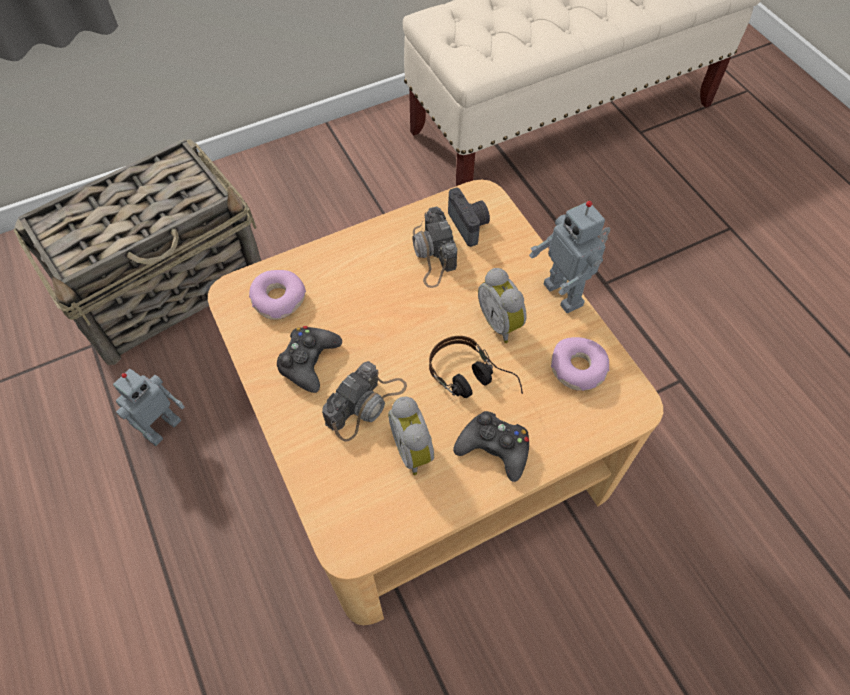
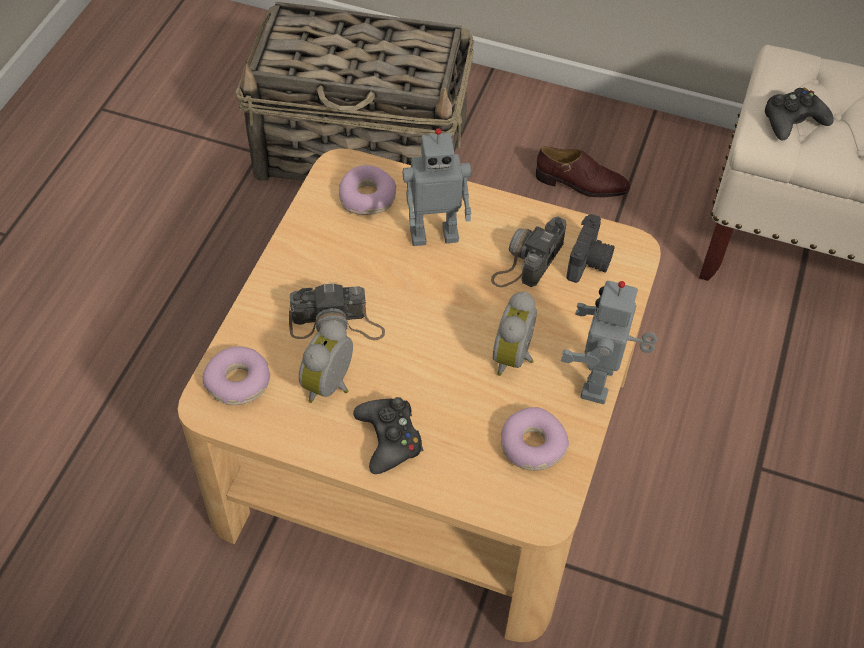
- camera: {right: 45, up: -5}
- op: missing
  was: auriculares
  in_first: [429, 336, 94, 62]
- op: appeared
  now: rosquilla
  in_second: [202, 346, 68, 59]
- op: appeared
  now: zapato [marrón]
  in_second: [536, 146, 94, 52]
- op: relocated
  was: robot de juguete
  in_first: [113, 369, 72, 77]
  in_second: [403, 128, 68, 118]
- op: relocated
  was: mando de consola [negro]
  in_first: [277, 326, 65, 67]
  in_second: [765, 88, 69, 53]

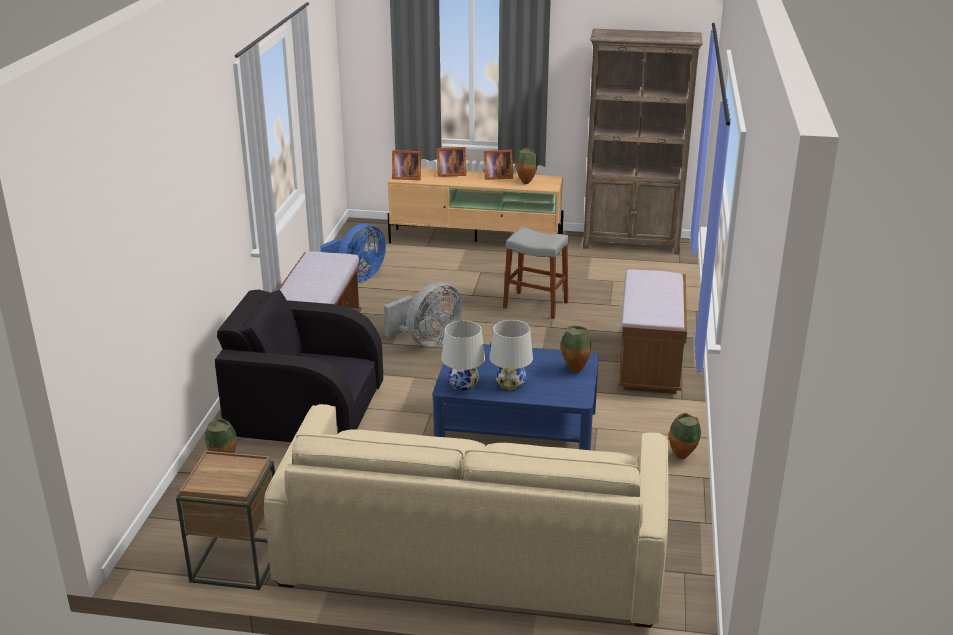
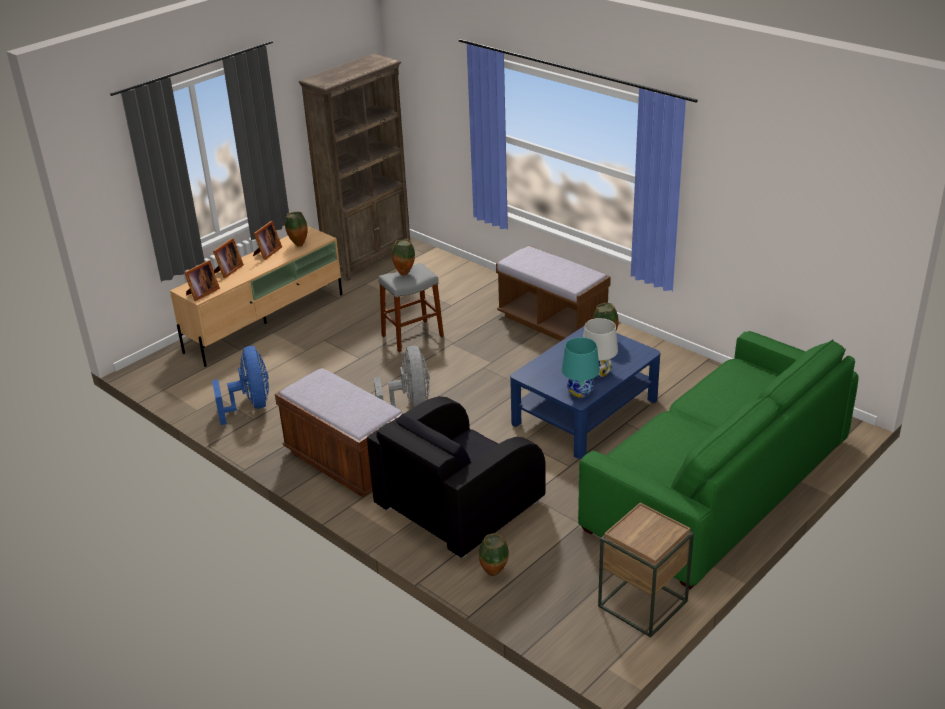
- camera: {right: -55, up: 5}
- op: relocated
  was: florero
  in_first: [669, 413, 32, 46]
  in_second: [392, 239, 23, 36]
- op: colour
  was: sofá [beis]
  now: sofá [verde]
  in_first: [264, 404, 405, 224]
  in_second: [578, 331, 281, 258]
- op: colour
  was: lámpara de mesa [blanco]
  now: lámpara de mesa [turquesa]
  in_first: [442, 321, 43, 70]
  in_second: [562, 337, 38, 61]

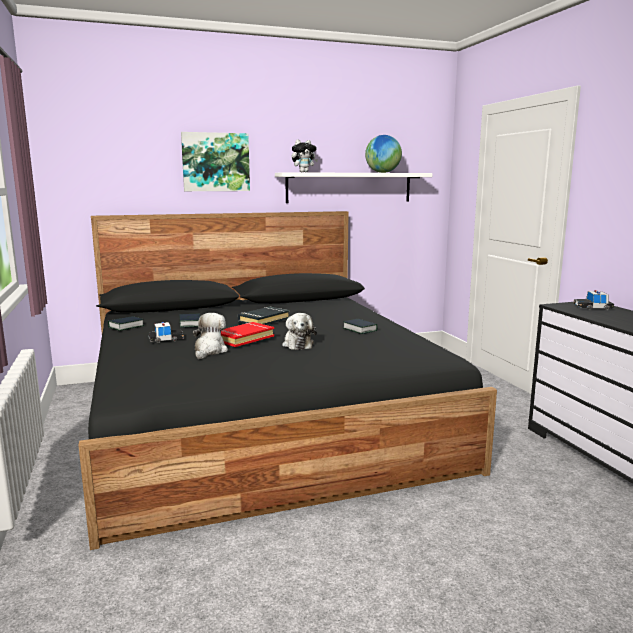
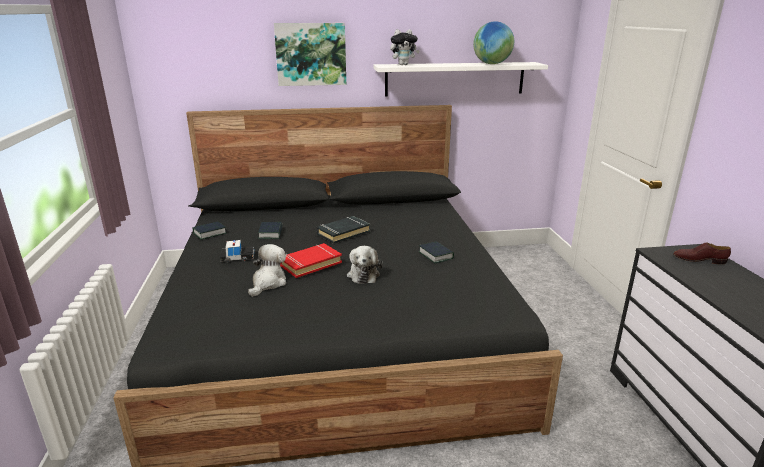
- camera: {right: 10, up: 10}
- op: exchanged
  was: coche de juguete
  now: zapato [marrón]
  in_first: [573, 290, 42, 20]
  in_second: [673, 242, 58, 22]

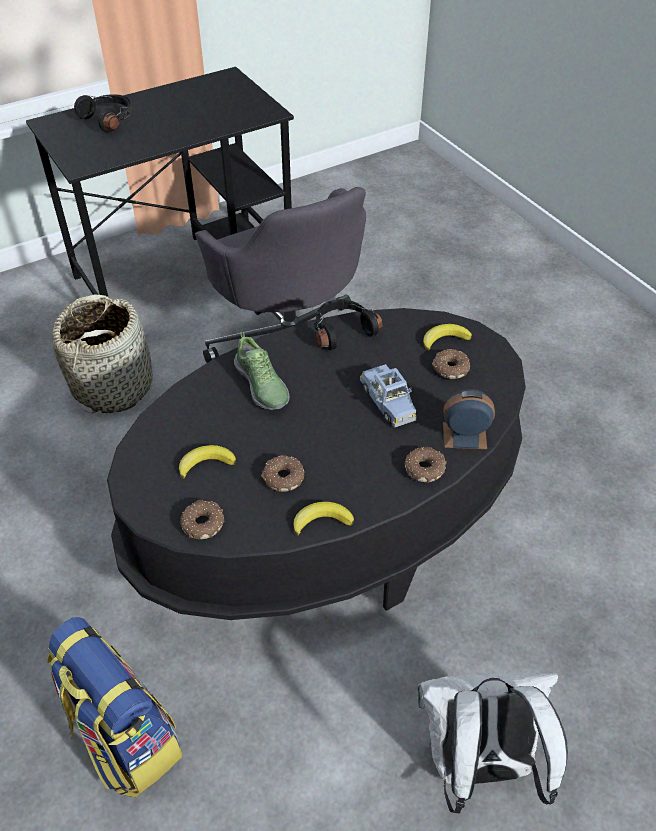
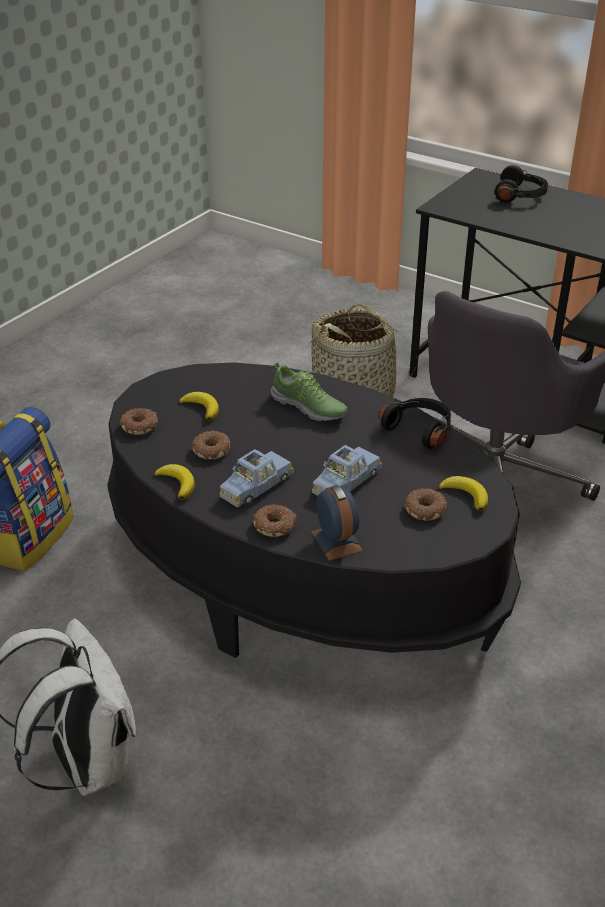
- camera: {right: 65, up: -10}
- op: appeared
  now: coche de juguete [azul]
  in_second: [219, 449, 75, 59]
- op: spun
  was: zapato
  in_first: [234, 332, 56, 78]
  in_second: [271, 363, 76, 58]
  clockwise: -90

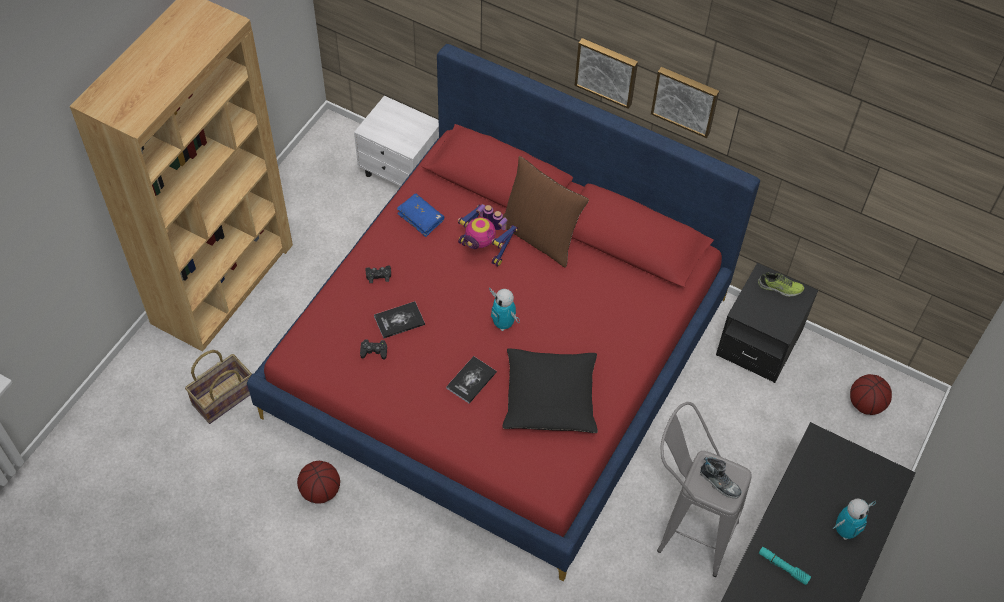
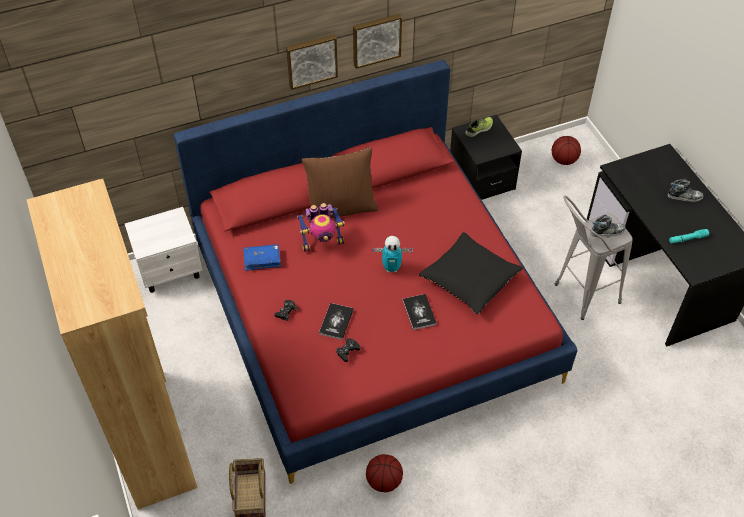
- camera: {right: -50, up: -5}
- op: exchanged
  was: robot de juguete
  now: zapato
  in_first: [833, 499, 43, 41]
  in_second: [668, 178, 35, 24]

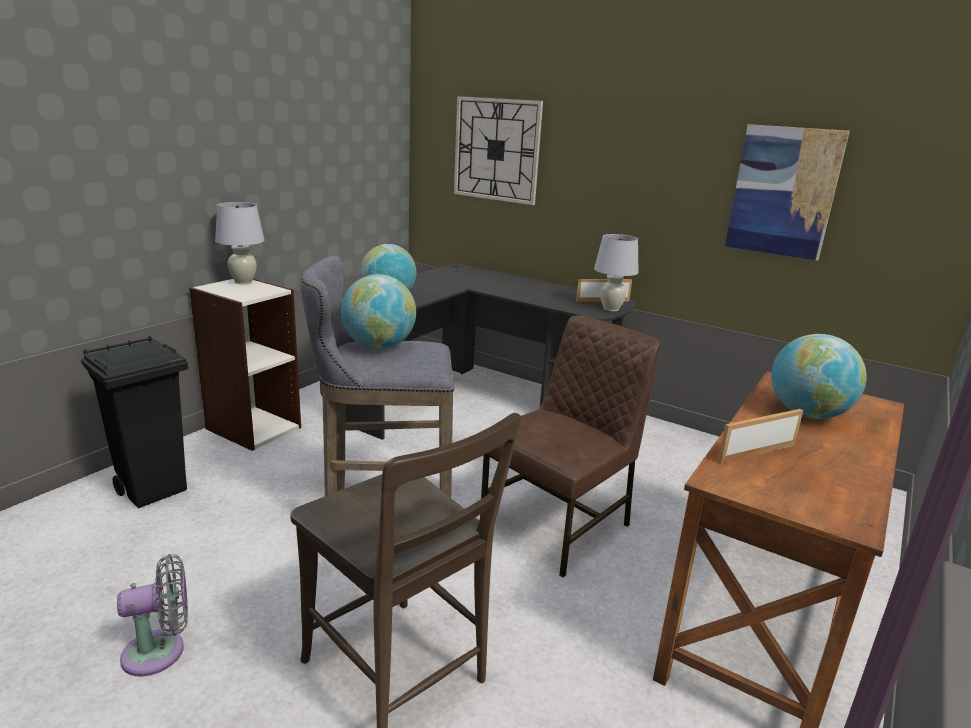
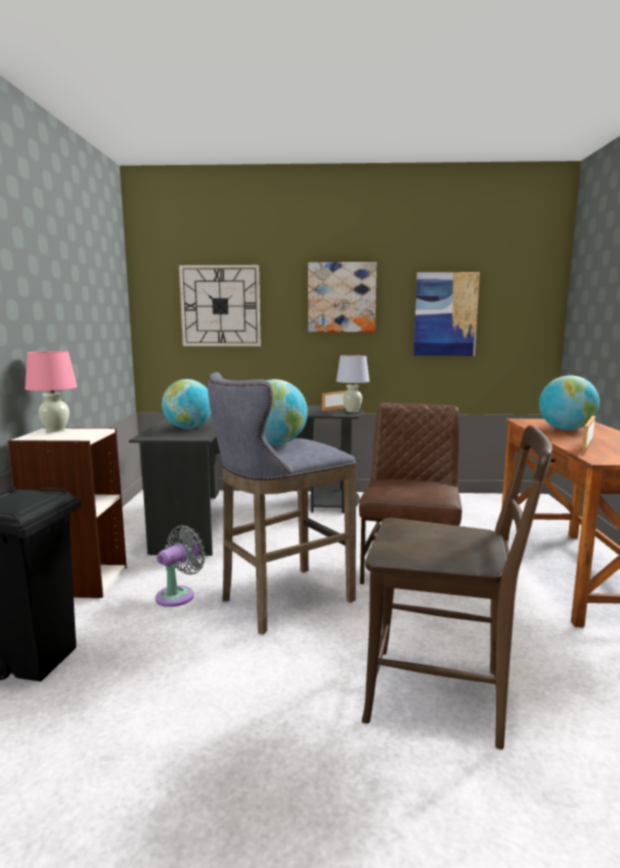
- camera: {right: -30, up: -10}
- op: appeared
  now: cuadro
  in_second: [308, 262, 69, 70]
- op: relocated
  was: ventilador [gris]
  in_first: [117, 554, 71, 122]
  in_second: [155, 525, 51, 82]
- op: colour
  was: lámpara de mesa [blanco]
  now: lámpara de mesa [rosa]
  in_first: [215, 202, 50, 82]
  in_second: [25, 351, 52, 81]

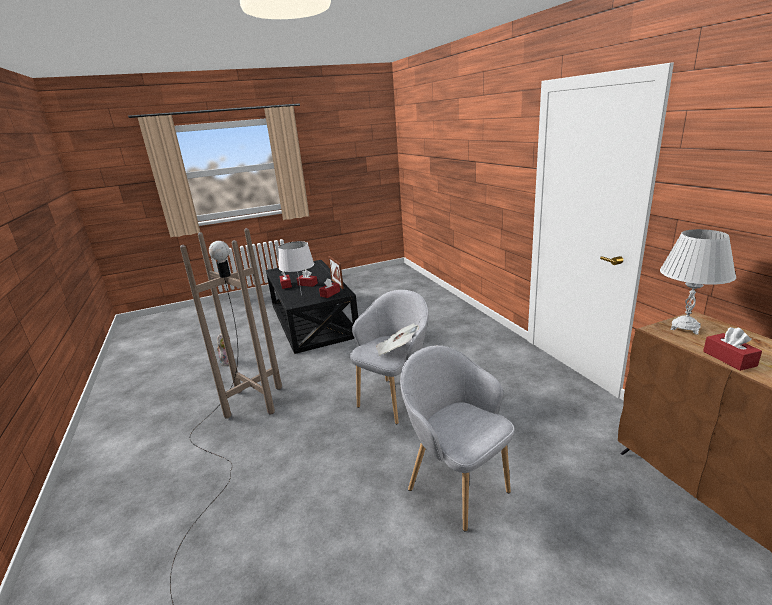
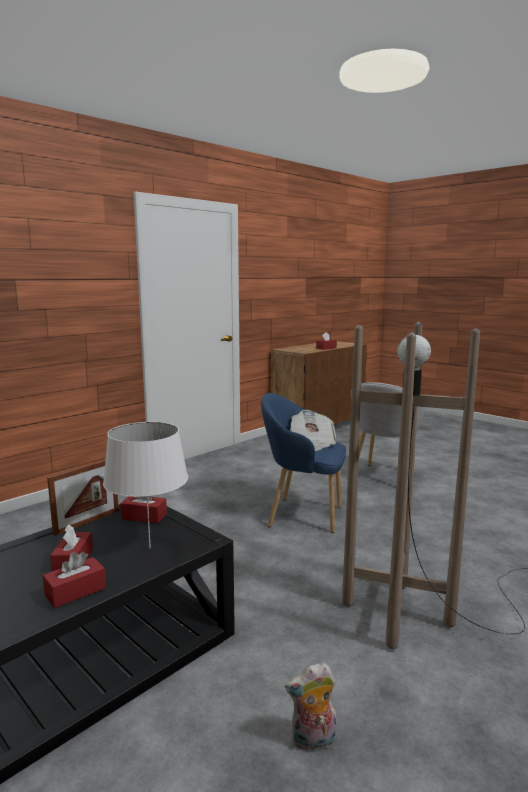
- camera: {right: -115, up: -10}
- op: missing
  was: lámpara de mesa [blanco]
  in_first: [660, 229, 76, 106]
- op: colour
  was: sillón [gris]
  now: sillón [azul]
  in_first: [350, 290, 79, 134]
  in_second: [261, 393, 85, 140]

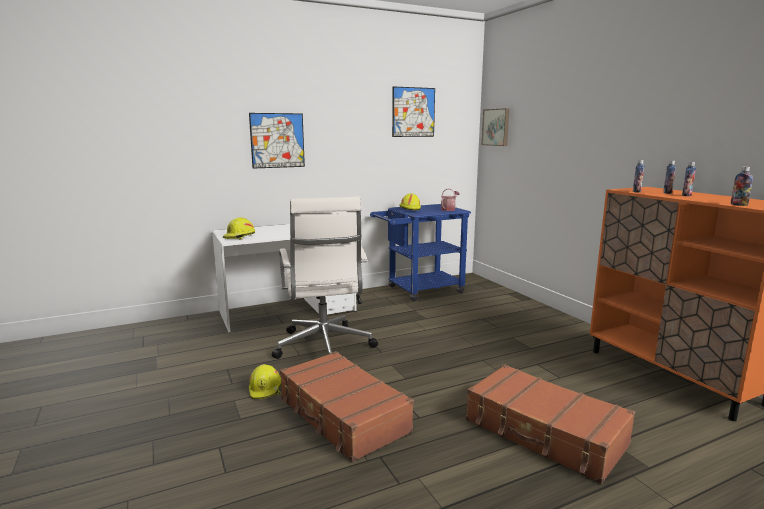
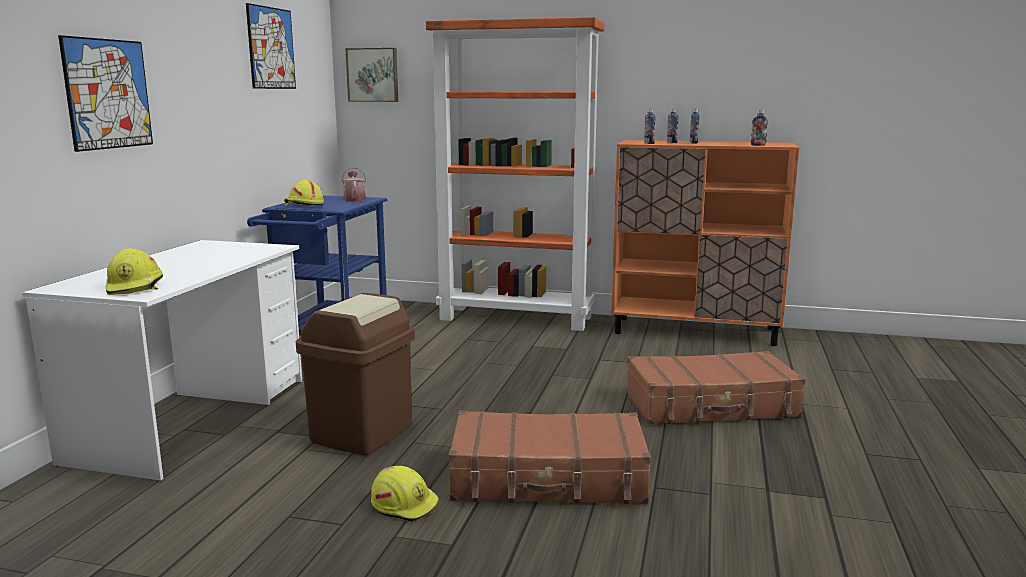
- camera: {right: -50, up: 0}
- op: appeared
  now: estantería [naranja]
  in_second: [426, 17, 178, 314]
- op: exchanged
  was: silla de oficina [blanco]
  now: papelera [marrón]
  in_first: [272, 196, 106, 163]
  in_second: [296, 293, 119, 162]

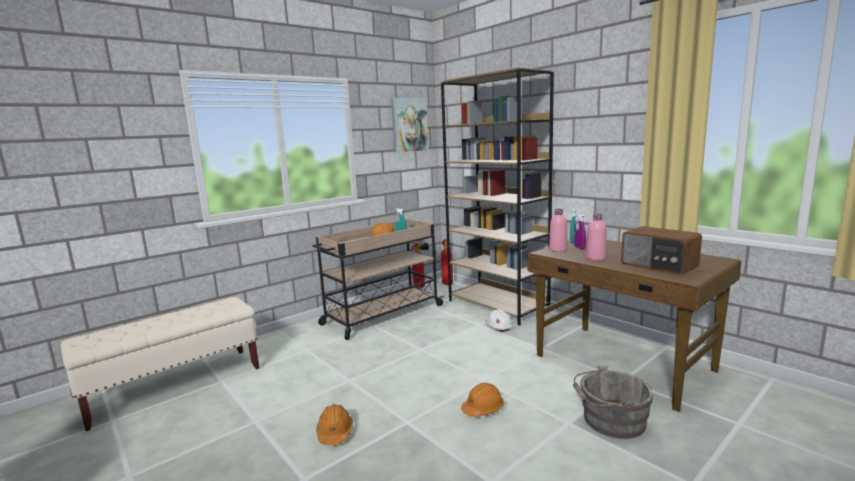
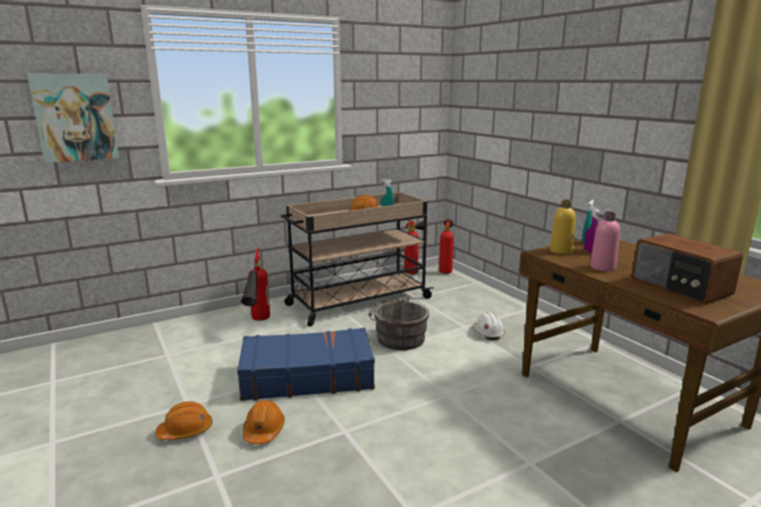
- camera: {right: 10, up: 5}
- op: missing
  was: banco [beis]
  in_first: [61, 297, 198, 134]
- op: missing
  was: estantería [marrón]
  in_first: [441, 67, 113, 259]
- op: appeared
  now: maleta [azul]
  in_second: [237, 328, 138, 73]
- op: appeared
  now: extintor
  in_second: [241, 248, 29, 73]
- op: relocated
  was: cuadro
  in_first: [391, 98, 38, 54]
  in_second: [27, 74, 92, 89]
- op: relocated
  was: casco [naranja]
  in_first: [461, 383, 43, 34]
  in_second: [155, 401, 57, 39]
- op: relocated
  was: cubo [gris]
  in_first: [573, 365, 81, 74]
  in_second: [368, 297, 61, 53]
- op: colour
  was: botella [rosa]
  now: botella [amarillo]
  in_first: [549, 209, 18, 43]
  in_second: [550, 200, 26, 54]

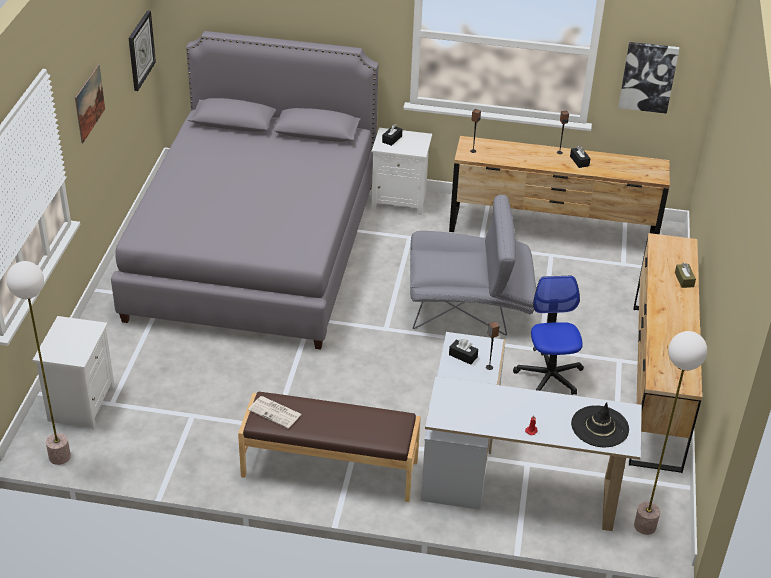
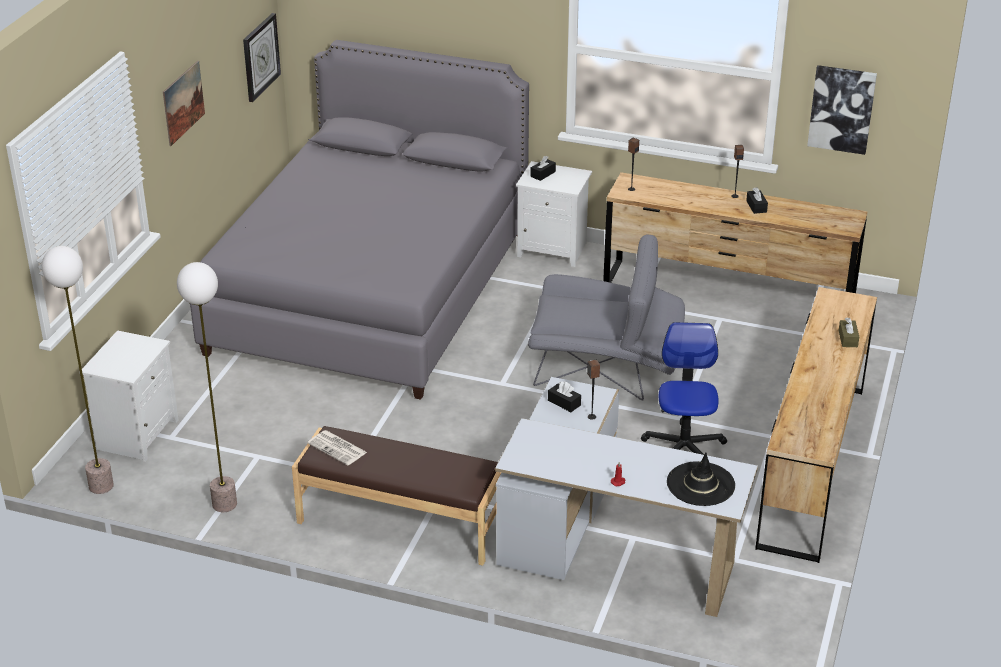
- camera: {right: 10, up: -5}
- op: relocated
  was: lámpara de pie
  in_first: [634, 331, 73, 204]
  in_second: [177, 262, 60, 250]

